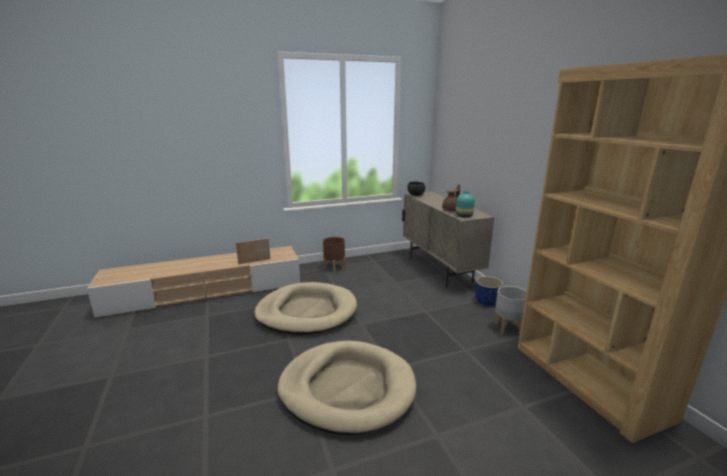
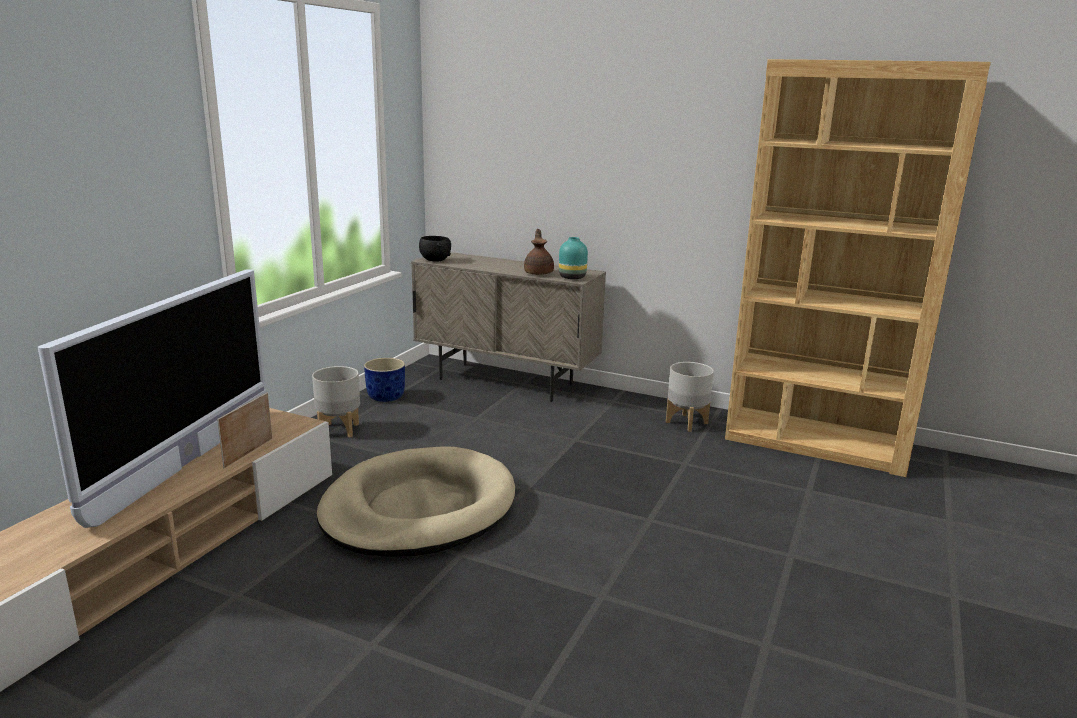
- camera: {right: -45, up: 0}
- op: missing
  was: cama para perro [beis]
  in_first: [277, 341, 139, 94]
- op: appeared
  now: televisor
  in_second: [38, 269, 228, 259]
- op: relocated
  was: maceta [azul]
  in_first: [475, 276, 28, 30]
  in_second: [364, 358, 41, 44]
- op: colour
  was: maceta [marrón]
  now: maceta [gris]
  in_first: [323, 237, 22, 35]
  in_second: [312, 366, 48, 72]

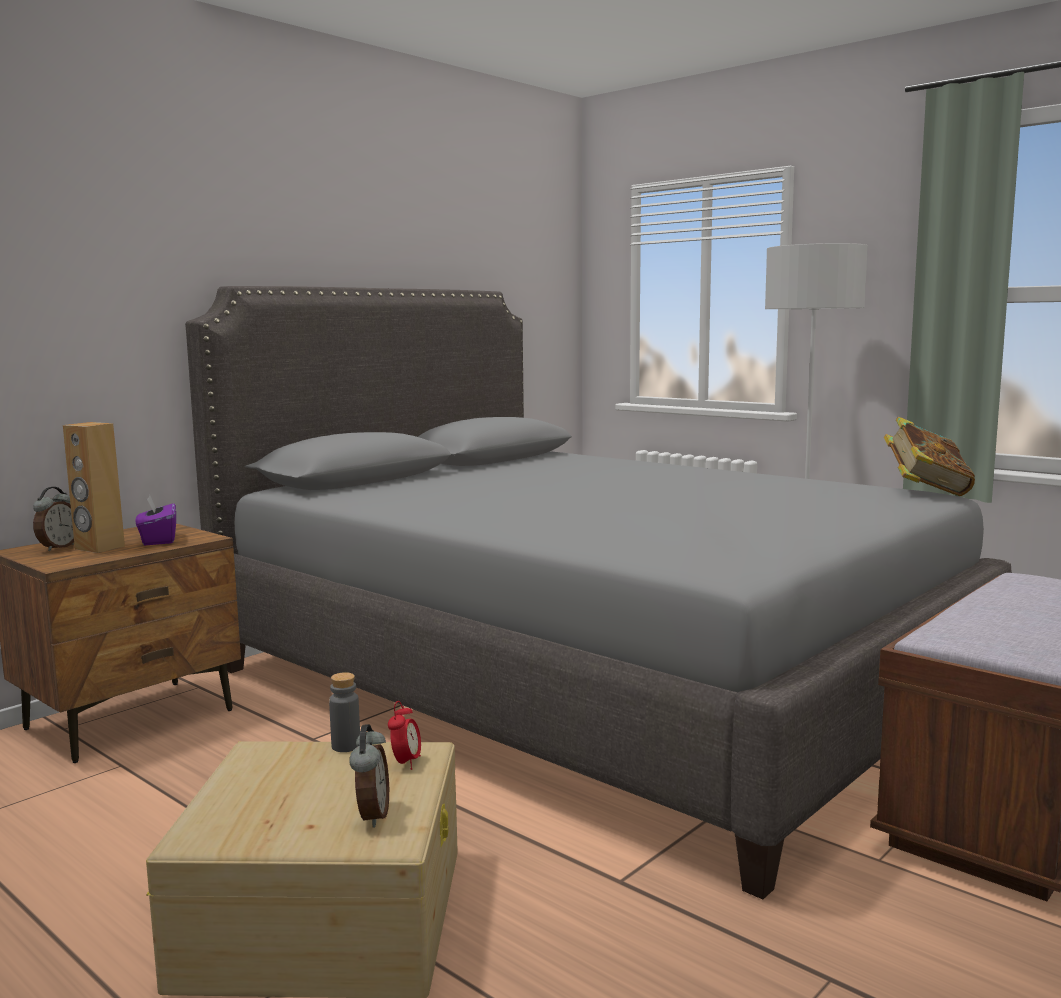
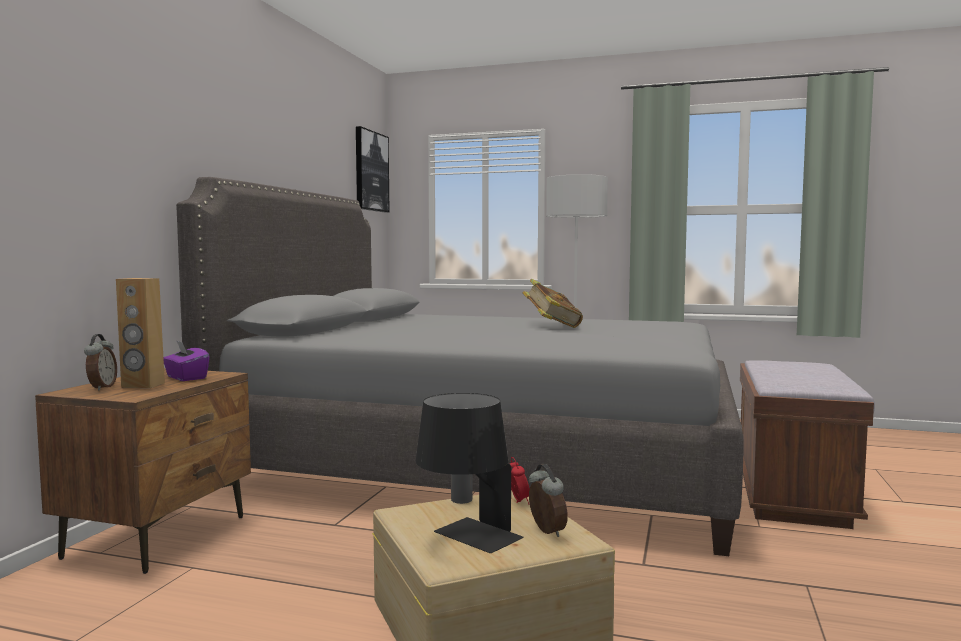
- camera: {right: -25, up: -5}
- op: appeared
  now: cuadro
  in_second: [356, 126, 34, 87]
- op: appeared
  now: lámpara de mesa [negro]
  in_second: [416, 393, 108, 160]
- op: relocated
  was: libro
  in_first: [884, 417, 91, 79]
  in_second: [523, 279, 60, 49]

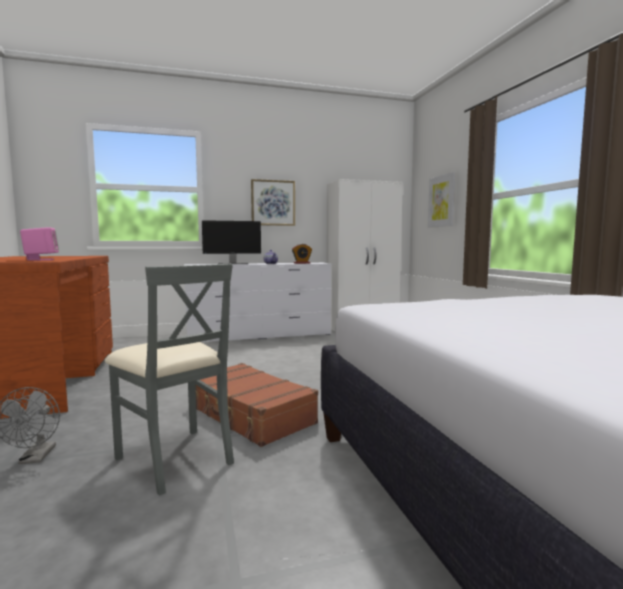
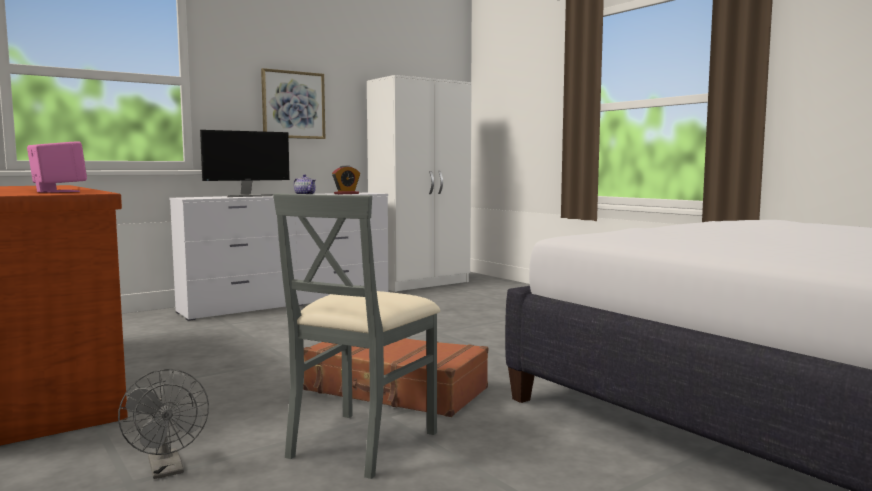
- camera: {right: -20, up: 0}
- op: missing
  was: cuadro
  in_first: [428, 172, 28, 56]
- op: spun
  was: silla [gris]
  in_first: [105, 264, 129, 232]
  in_second: [273, 193, 167, 286]
  clockwise: 90

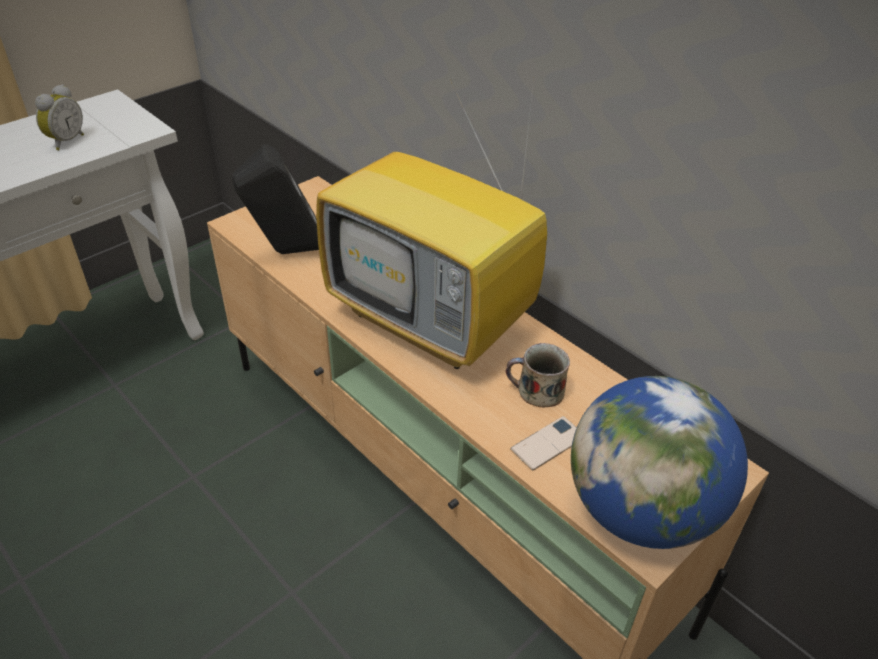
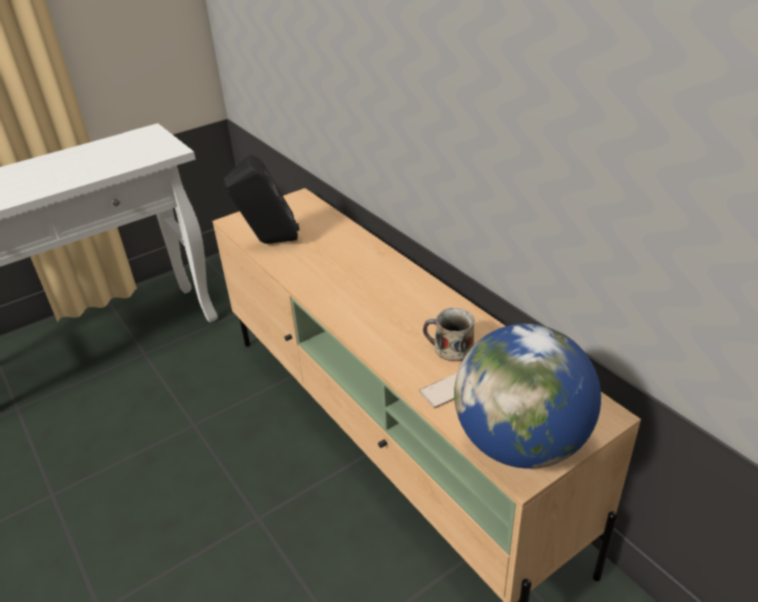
- camera: {right: 10, up: -5}
- op: missing
  was: despertador
  in_first: [35, 84, 49, 66]
- op: missing
  was: televisor
  in_first: [316, 82, 231, 287]

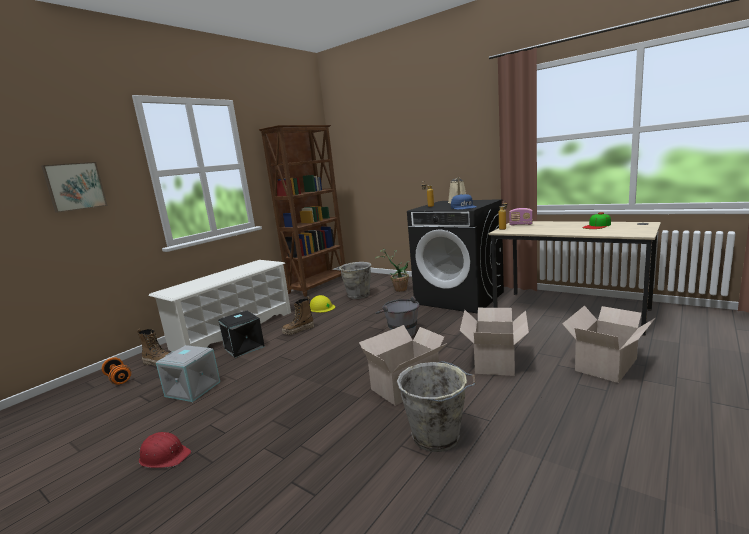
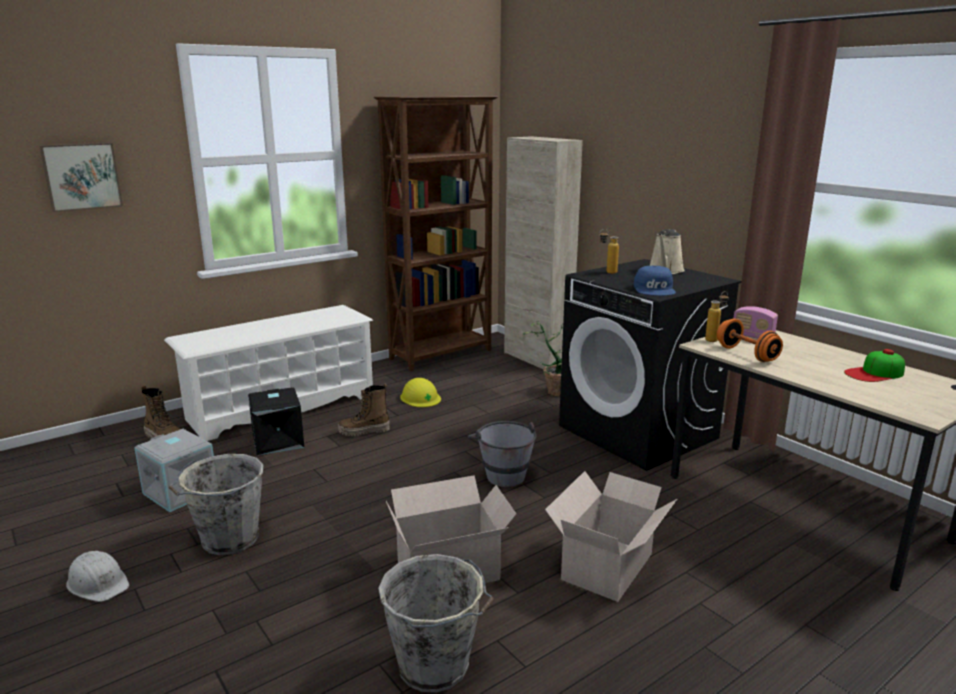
- camera: {right: 15, up: 5}
- op: missing
  was: caja de cartón
  in_first: [562, 306, 93, 77]
- op: appeared
  now: armario [beis]
  in_second: [504, 136, 79, 233]
- op: relocated
  was: mancuerna [naranja]
  in_first: [102, 357, 29, 28]
  in_second: [717, 319, 66, 43]
- op: relocated
  was: cubo [gris]
  in_first: [338, 262, 33, 37]
  in_second: [169, 454, 94, 101]
- op: colour
  was: casco [rojo]
  now: casco [blanco]
  in_first: [139, 432, 52, 36]
  in_second: [66, 551, 63, 51]

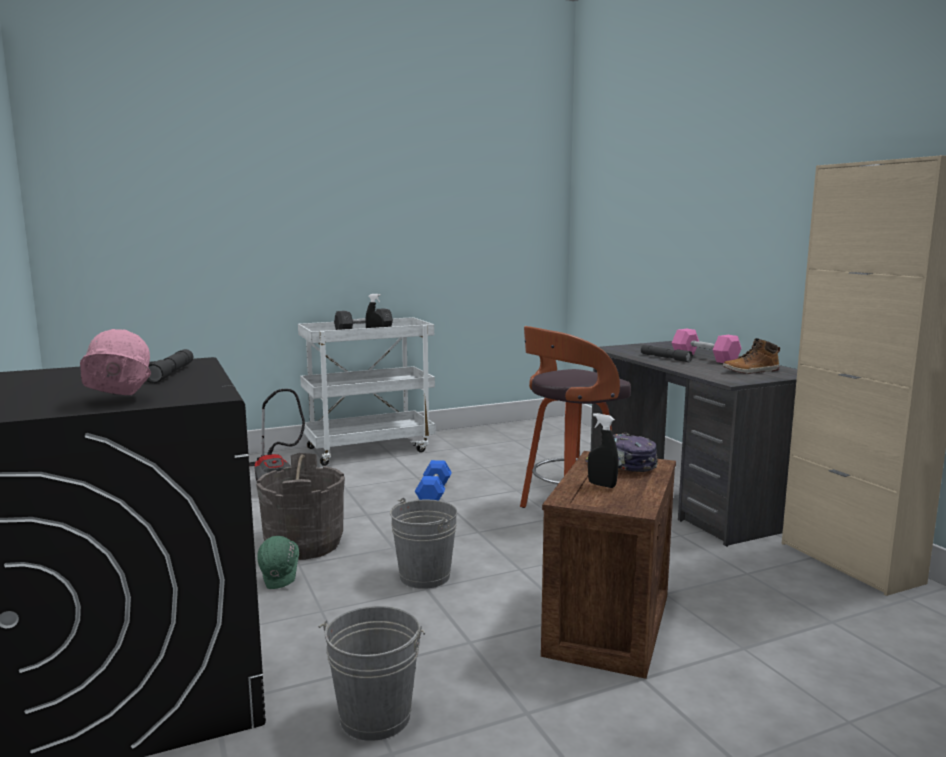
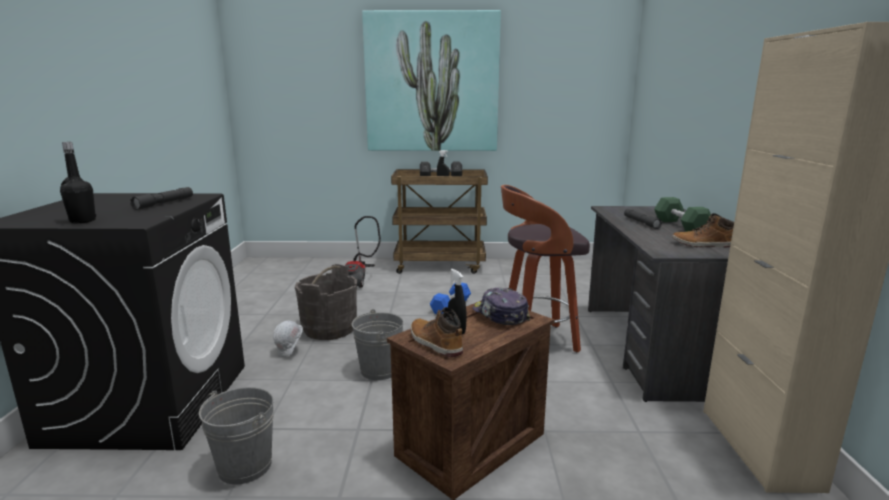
- camera: {right: 25, up: 5}
- op: appeared
  now: cuadro
  in_second: [362, 10, 139, 141]
- op: appeared
  now: bota
  in_second: [411, 307, 52, 50]
- op: exchanged
  was: casco [rosa]
  now: botella [negro]
  in_first: [80, 329, 71, 66]
  in_second: [60, 142, 36, 82]
- op: colour
  was: casco [verde]
  now: casco [blanco]
  in_first: [257, 536, 42, 53]
  in_second: [273, 321, 30, 36]
- op: colour
  was: carrito [blanco]
  now: carrito [marrón]
  in_first: [298, 317, 137, 149]
  in_second: [391, 169, 97, 105]
- op: colour
  was: mancuerna [rosa]
  now: mancuerna [verde]
  in_first: [672, 329, 70, 34]
  in_second: [654, 197, 57, 35]

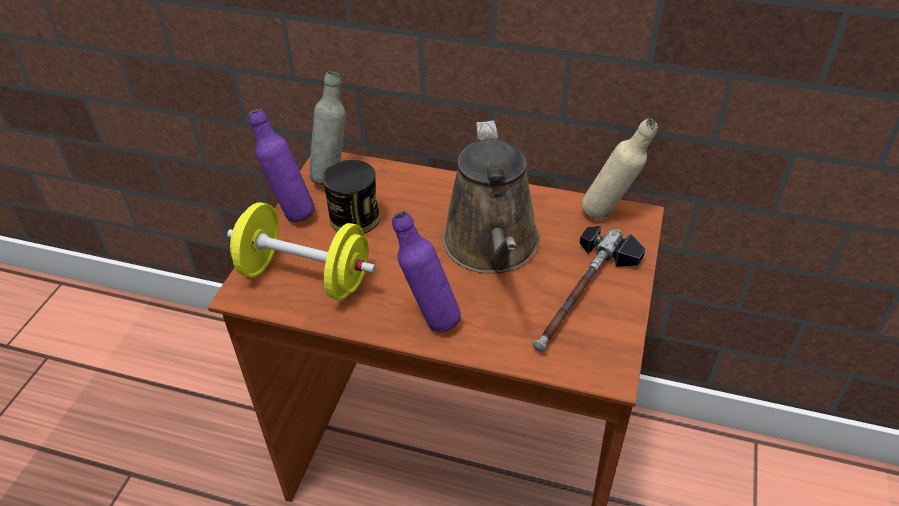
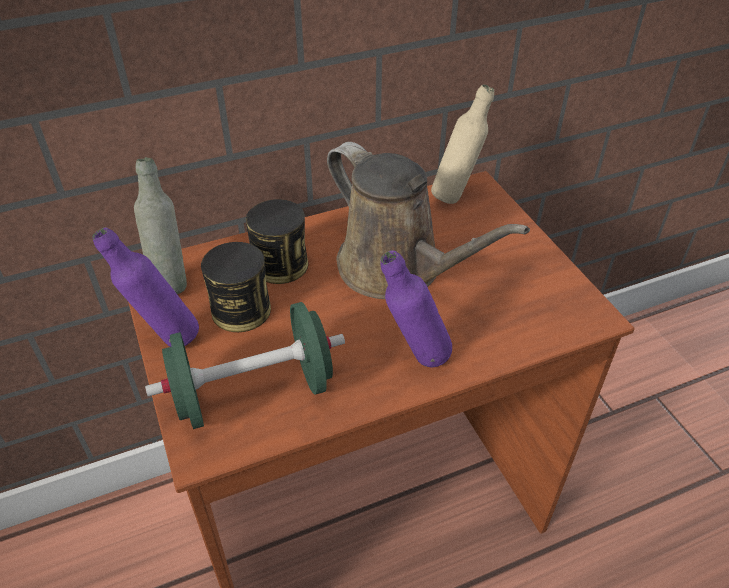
- camera: {right: -40, up: 0}
- op: missing
  was: martillo
  in_first: [533, 226, 112, 126]
- op: appeared
  now: lata
  in_second: [246, 199, 62, 85]
- op: colour
  was: mancuerna [amarillo]
  now: mancuerna [verde]
  in_first: [227, 202, 149, 99]
  in_second: [145, 302, 200, 127]

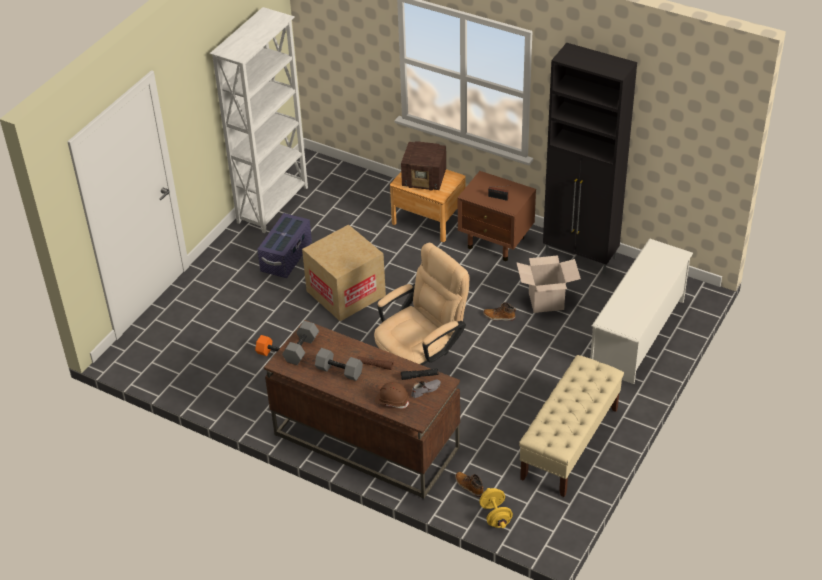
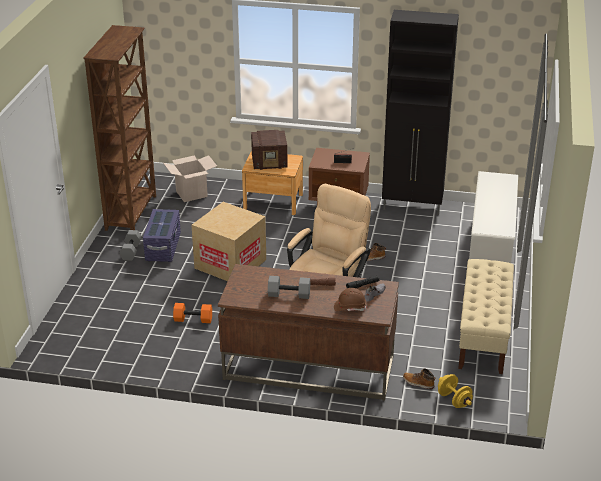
- camera: {right: -20, up: -10}
- op: relocated
  was: mancuerna [gris]
  in_first: [282, 321, 37, 44]
  in_second: [119, 230, 23, 31]
- op: relocated
  was: caja de cartón
  in_first: [516, 255, 65, 58]
  in_second: [163, 155, 54, 47]
- op: colour
  was: estantería [blanco]
  now: estantería [marrón]
  in_first: [210, 7, 98, 226]
  in_second: [83, 25, 73, 206]

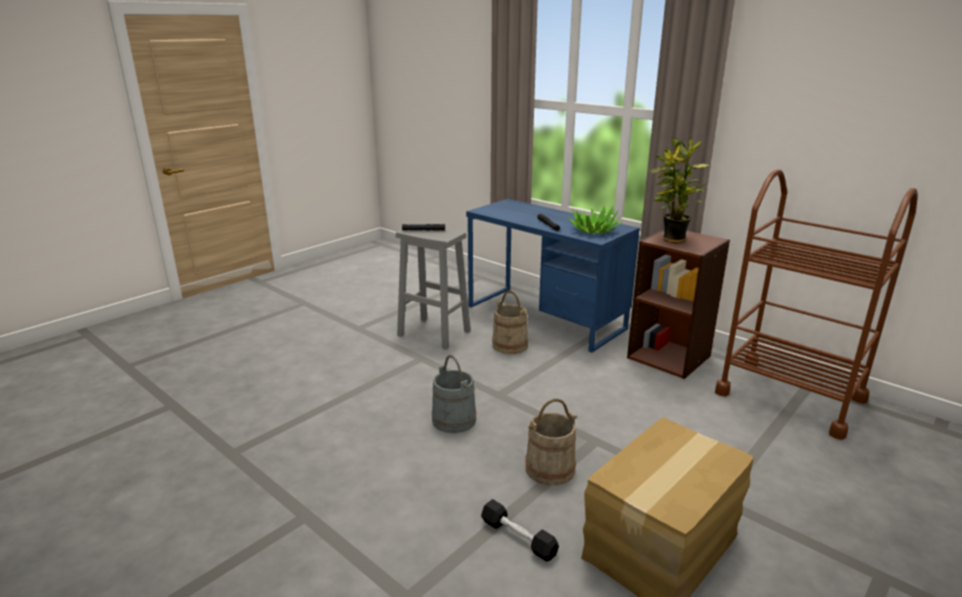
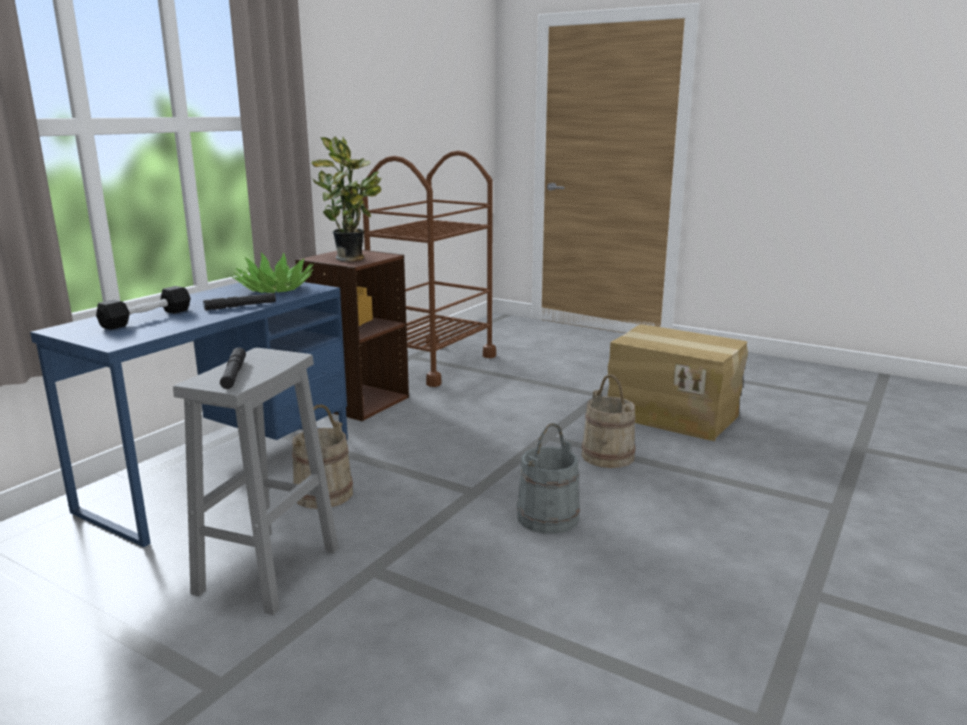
- camera: {right: -100, up: -5}
- op: relocated
  was: mancuerna [negro]
  in_first: [481, 499, 78, 62]
  in_second: [96, 286, 95, 44]

